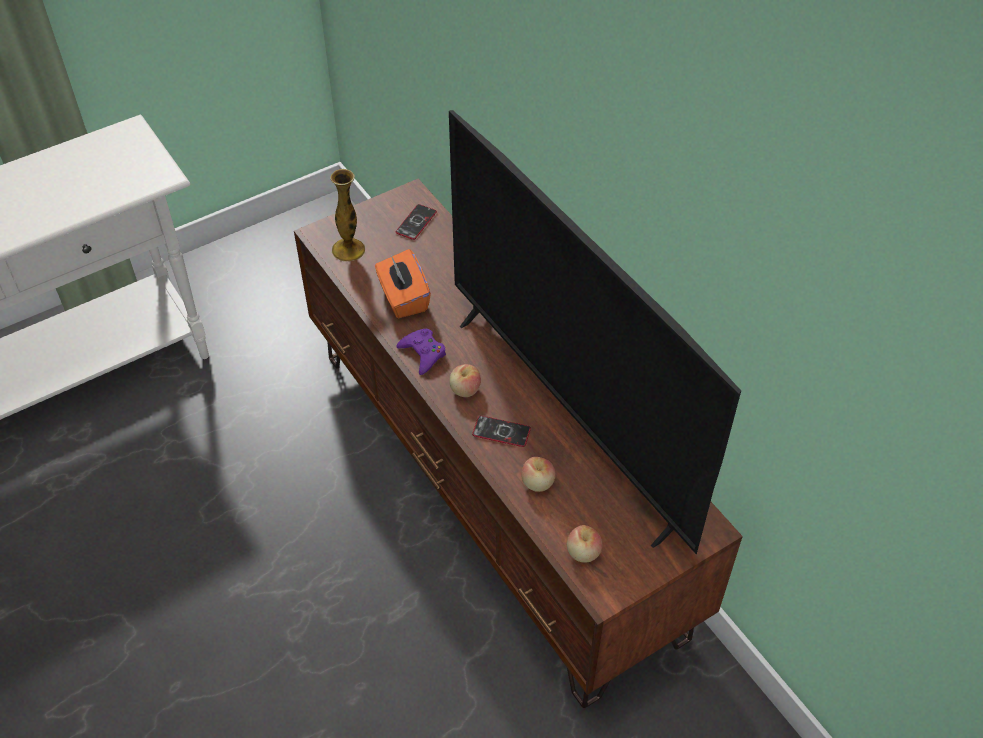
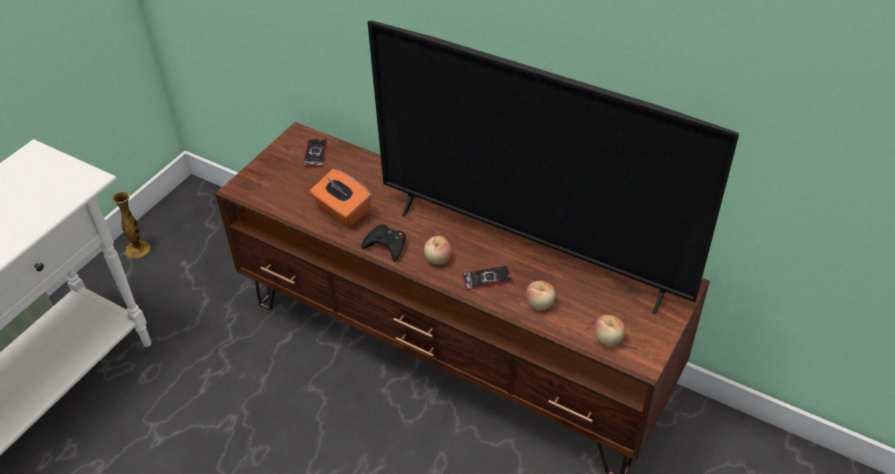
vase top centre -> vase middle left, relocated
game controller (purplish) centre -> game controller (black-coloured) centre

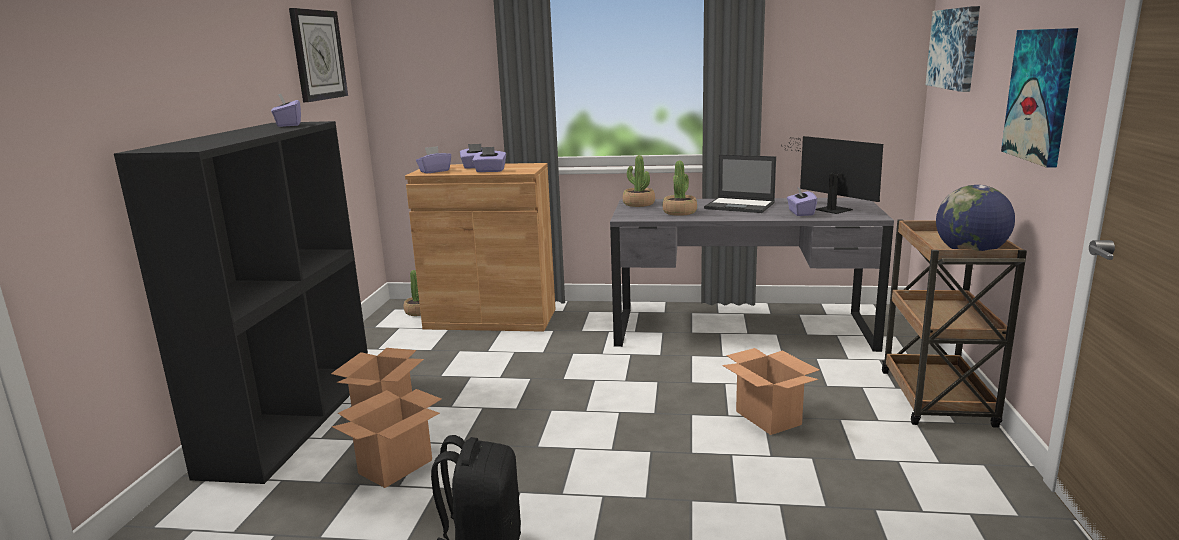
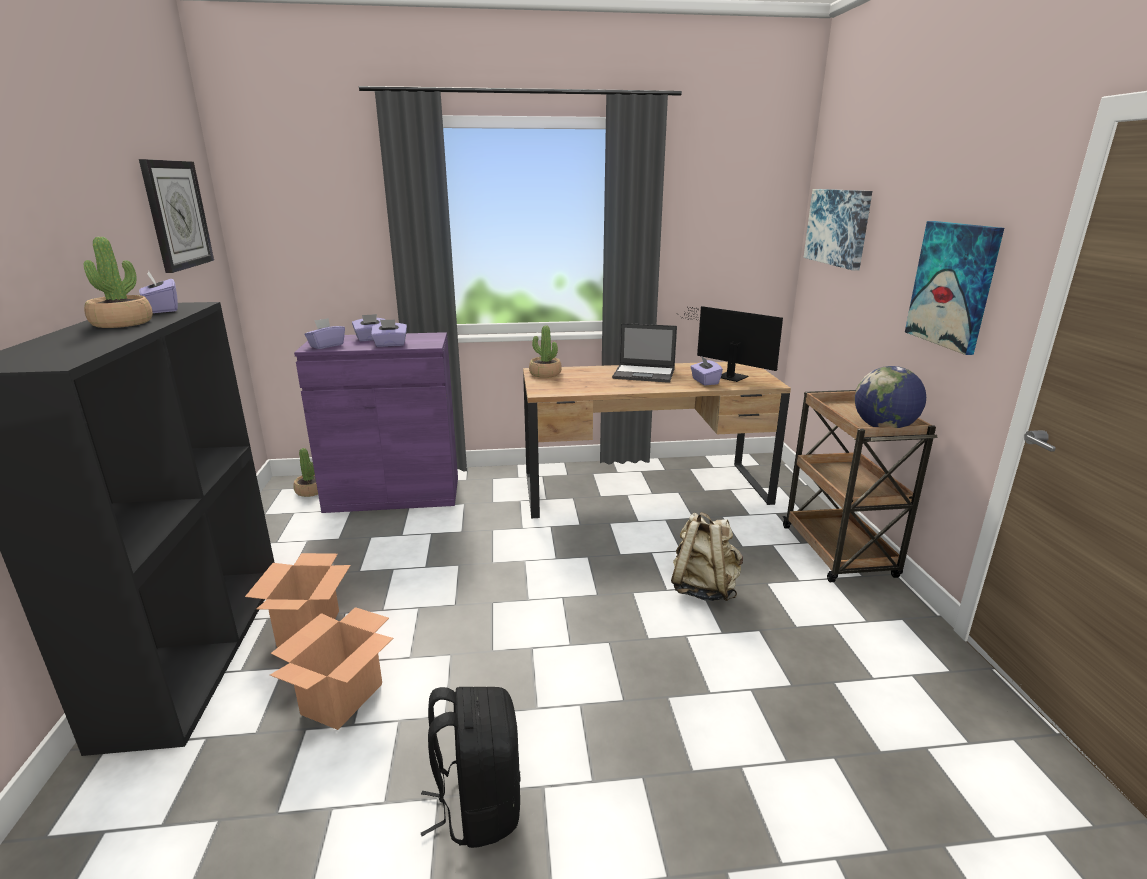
potted plant (no. 3 from left in the first image) centre -> potted plant (no. 1 from left) top left, relocated
cabinet (brown-coloured) centre -> cabinet (purplish) middle left
desk unit (gray) centre -> desk unit (brown-coloured) centre
cardboard box (no. 3 from left) bottom centre -> rucksack (beige) centre

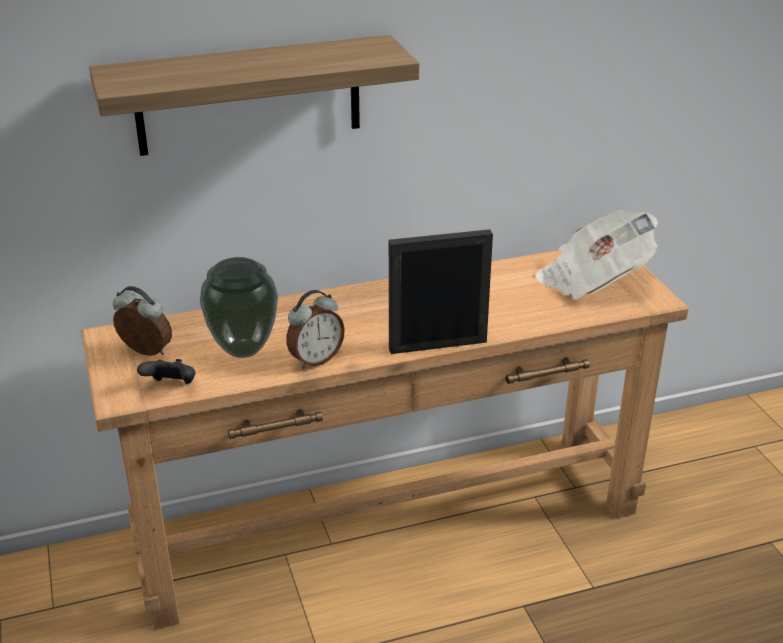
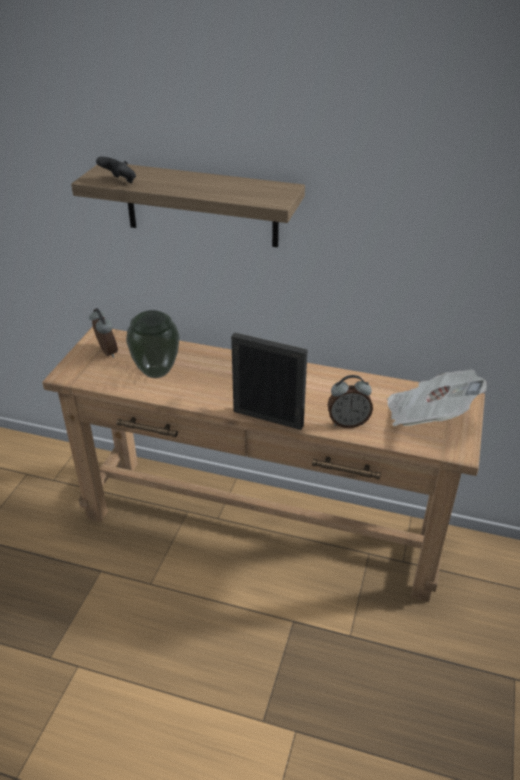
game controller (black-coloured) middle left -> game controller (black-coloured) top left, relocated
bedside clock (no. 2 from left) centre -> bedside clock (no. 2 from left) middle right, relocated

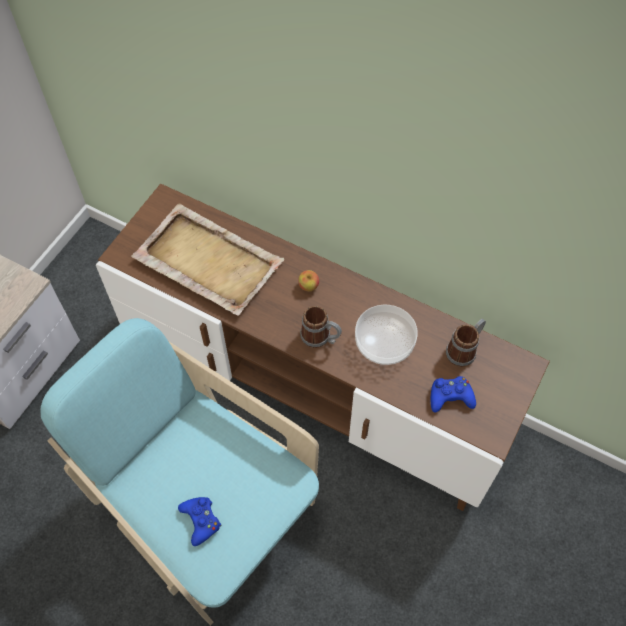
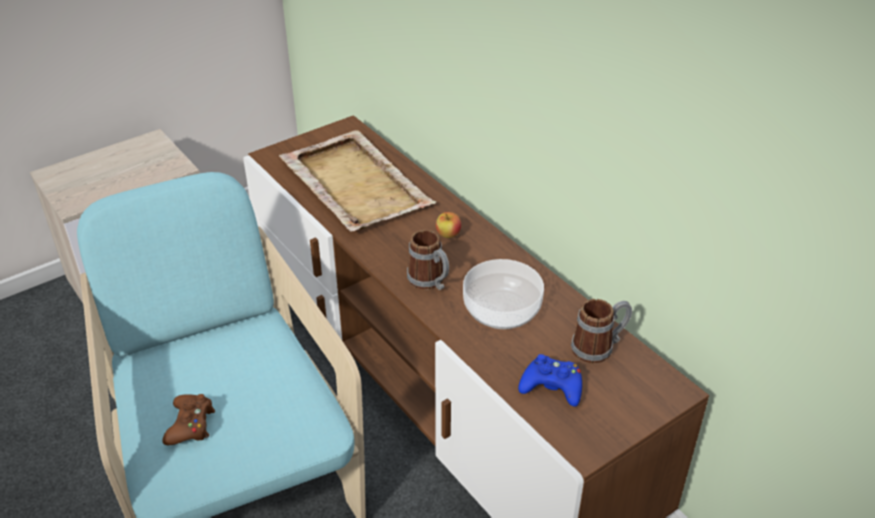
game controller (blue-coloured) (no. 1 from left) bottom left -> game controller (brown-coloured) bottom left

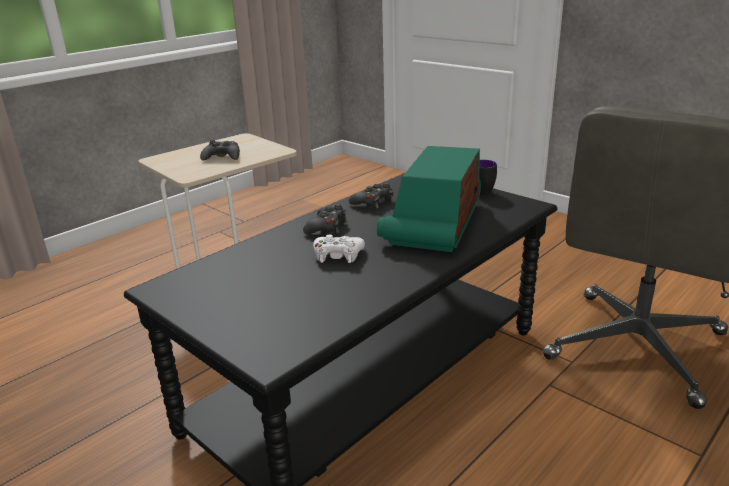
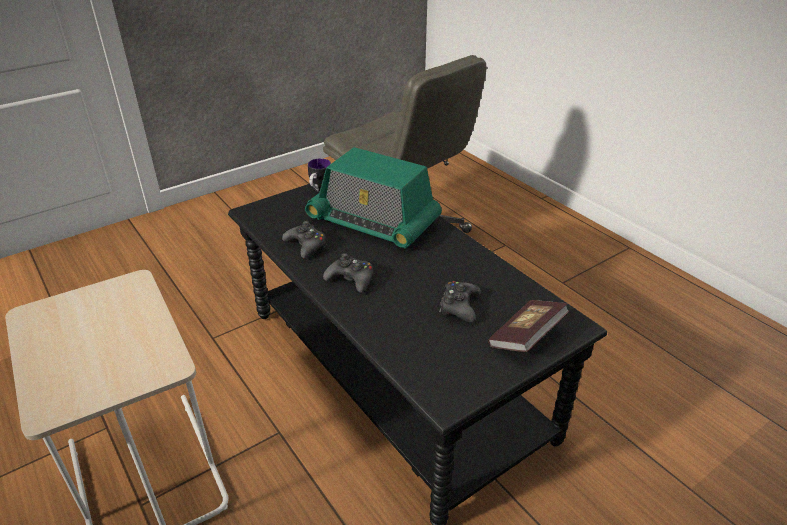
game controller (black-coloured) (no. 1 from left in the first image) top left -> game controller (black-coloured) (no. 3 from left) centre, relocated
none -> book middle right
game controller (whitish) centre -> none

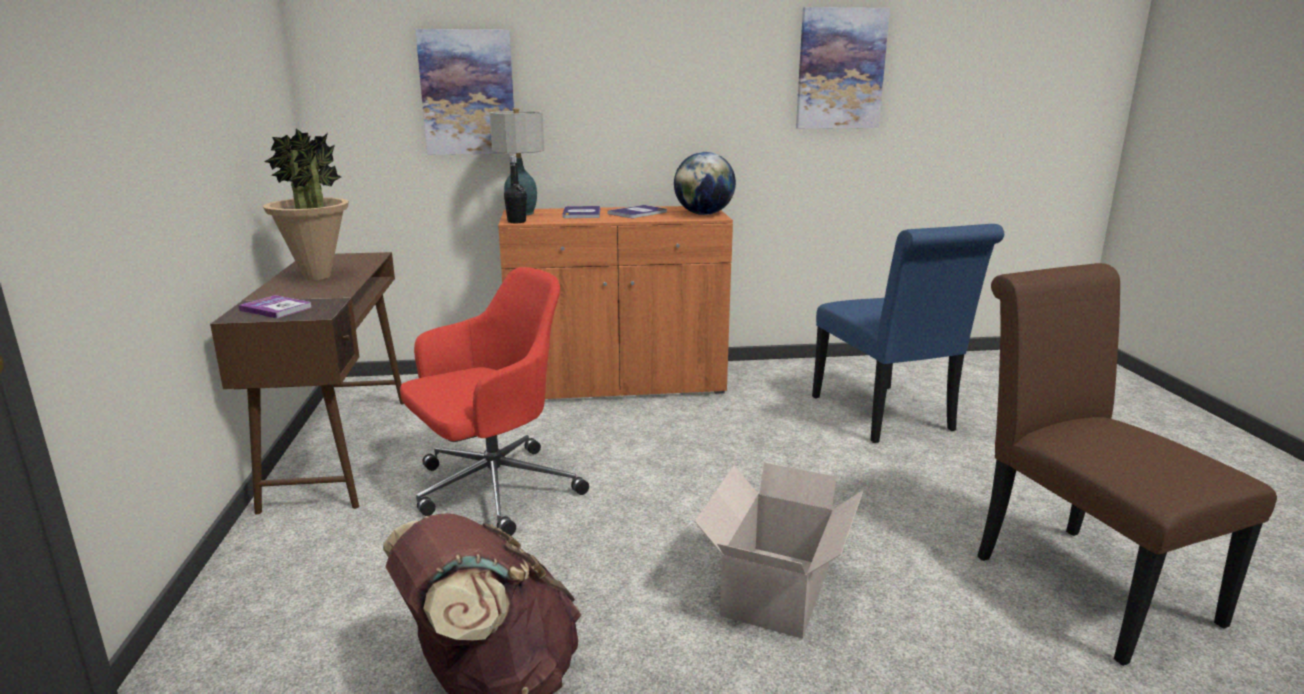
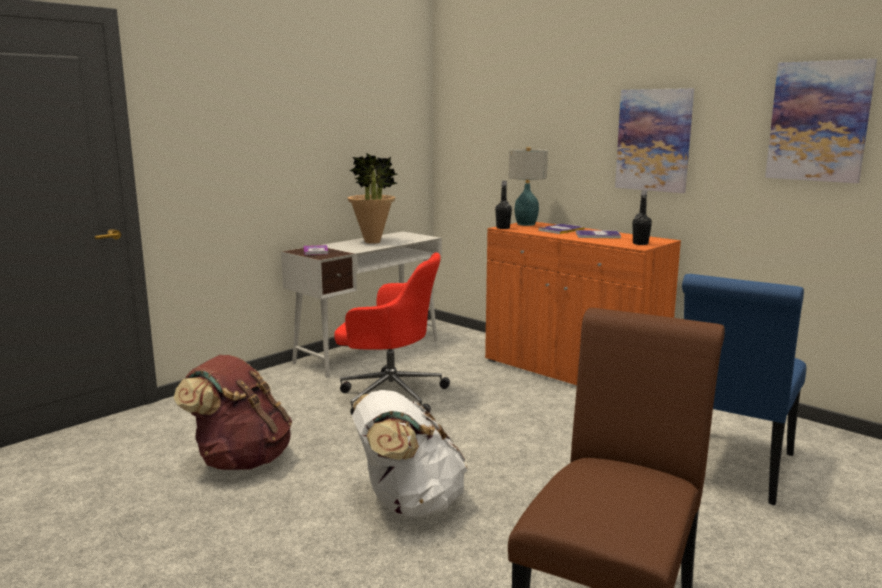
desk unit (brown-coloured) middle left -> desk unit (whitish) centre
cardboard box bottom centre -> rucksack (whitish) bottom centre
wall picture (no. 1 from left) top centre -> wall picture (no. 1 from left) top right, relocated
globe top centre -> beverage bottle (black-coloured) (no. 2 from left) middle right

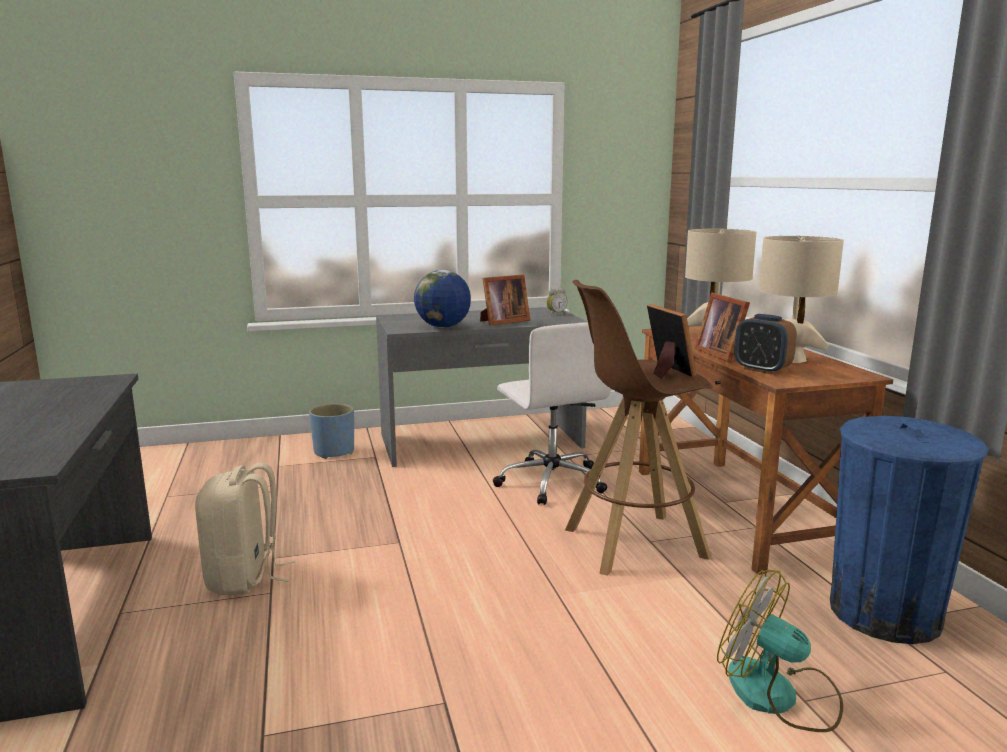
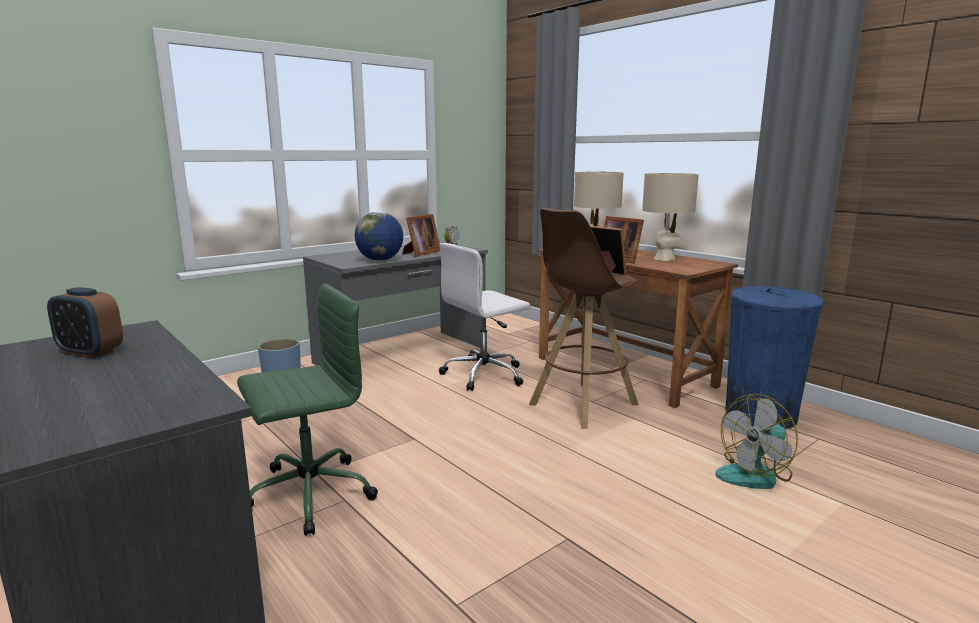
bedside clock (no. 2 from left in the first image) middle right -> bedside clock (no. 1 from left) middle left, relocated
rucksack (beige) bottom left -> desk chair (greenish) middle left
desk chair (whitish) centre, 105 degrees clockwise
fan bottom right, 45 degrees counterclockwise

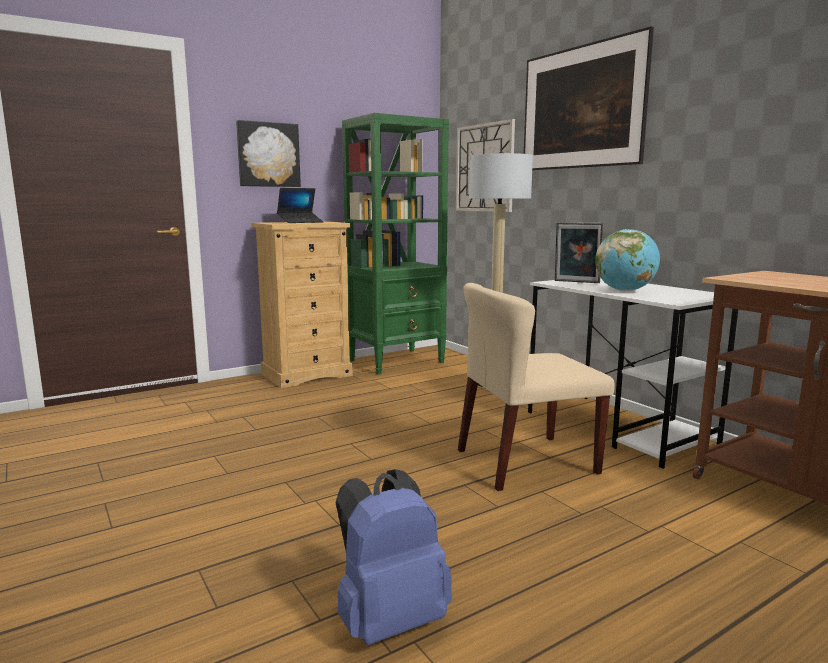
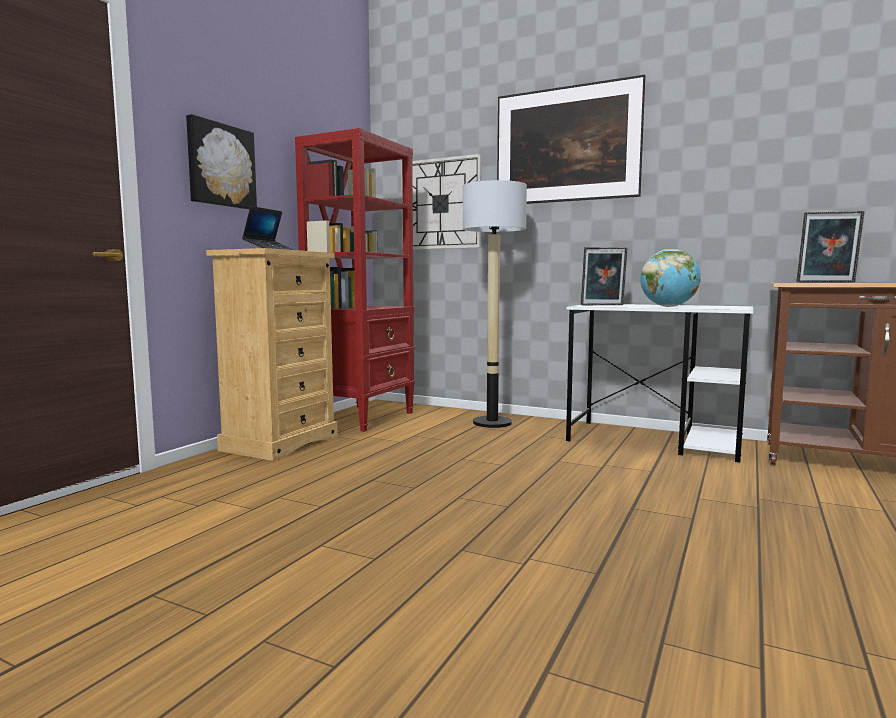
bookcase (greenish) centre -> bookcase (reddish) centre
none -> photo frame (no. 2 from left) middle right
rucksack (blue-coloured) bottom centre -> none
upright chair (beige) centre -> none

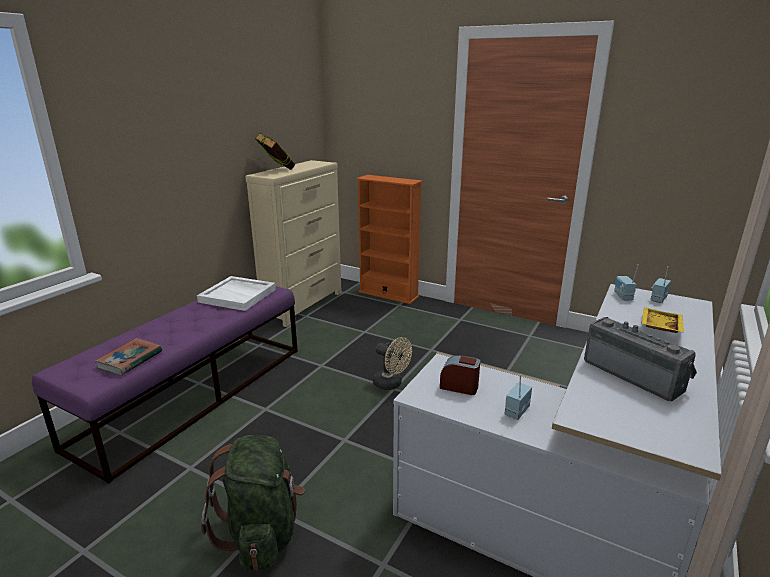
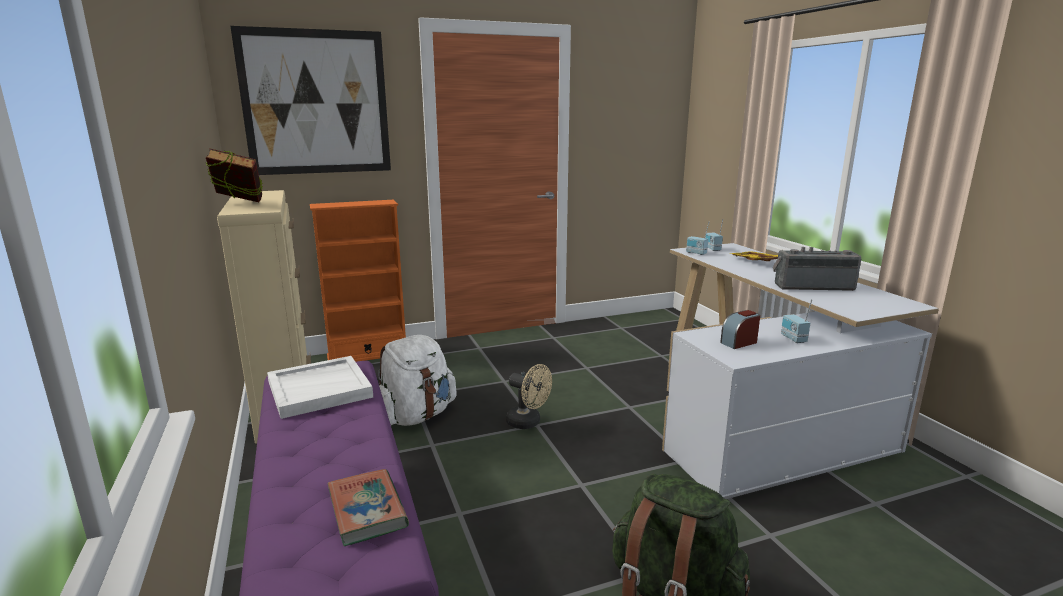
none -> wall picture top left
none -> rucksack (whitish) centre
fan (beige) centre, 45 degrees clockwise

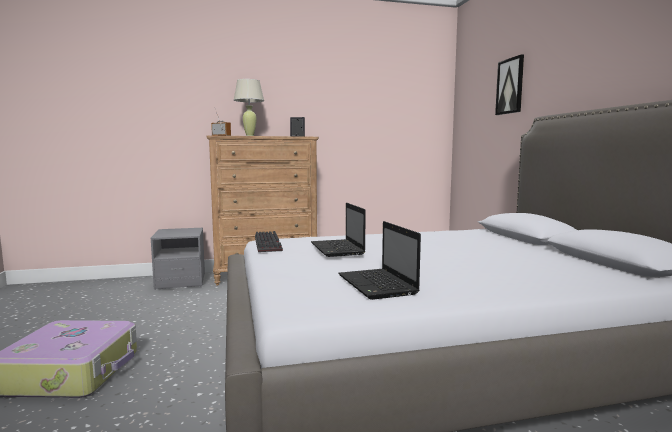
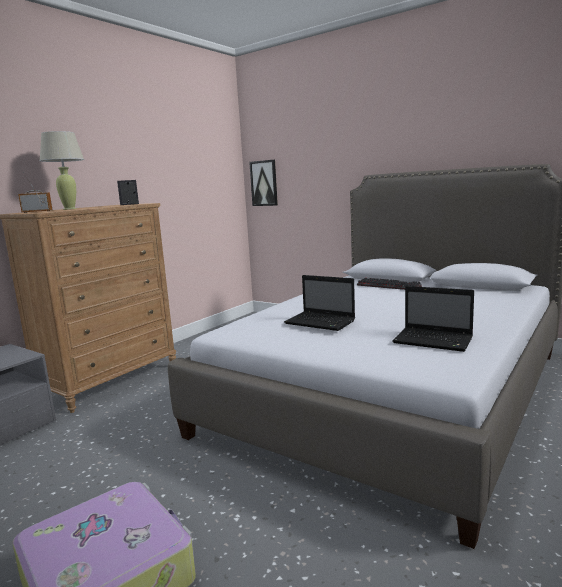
wall picture top right -> wall picture top centre, relocated
PC keyboard centre -> PC keyboard middle right, relocated

